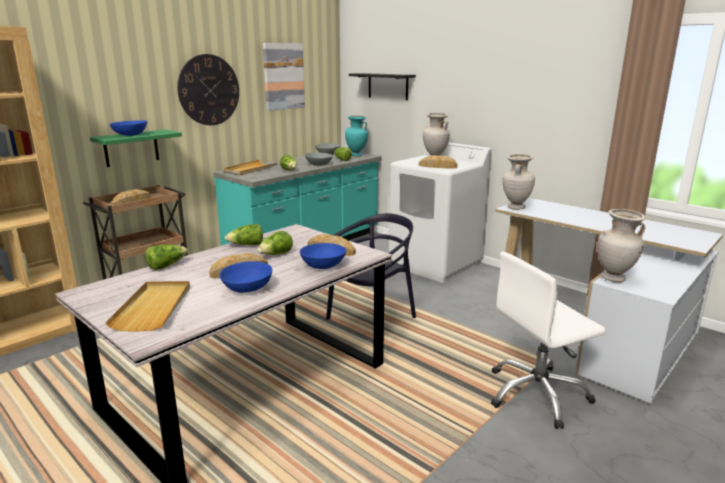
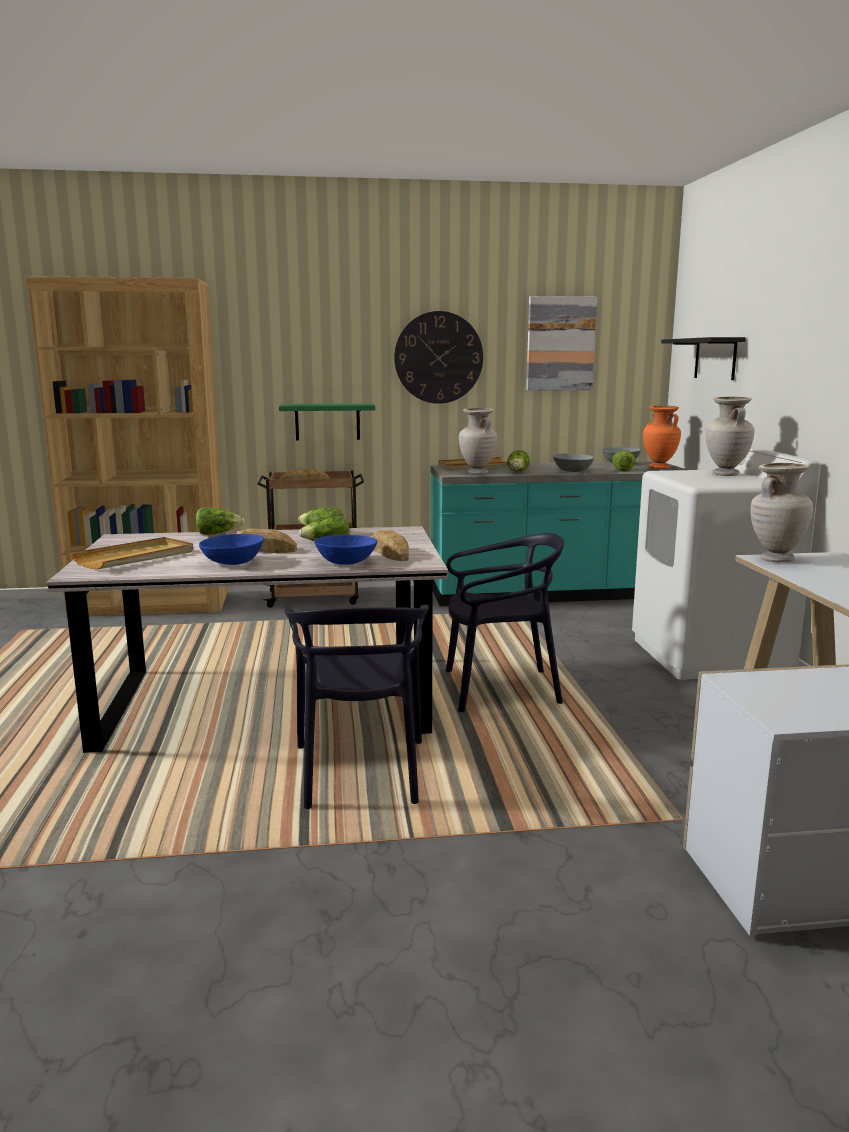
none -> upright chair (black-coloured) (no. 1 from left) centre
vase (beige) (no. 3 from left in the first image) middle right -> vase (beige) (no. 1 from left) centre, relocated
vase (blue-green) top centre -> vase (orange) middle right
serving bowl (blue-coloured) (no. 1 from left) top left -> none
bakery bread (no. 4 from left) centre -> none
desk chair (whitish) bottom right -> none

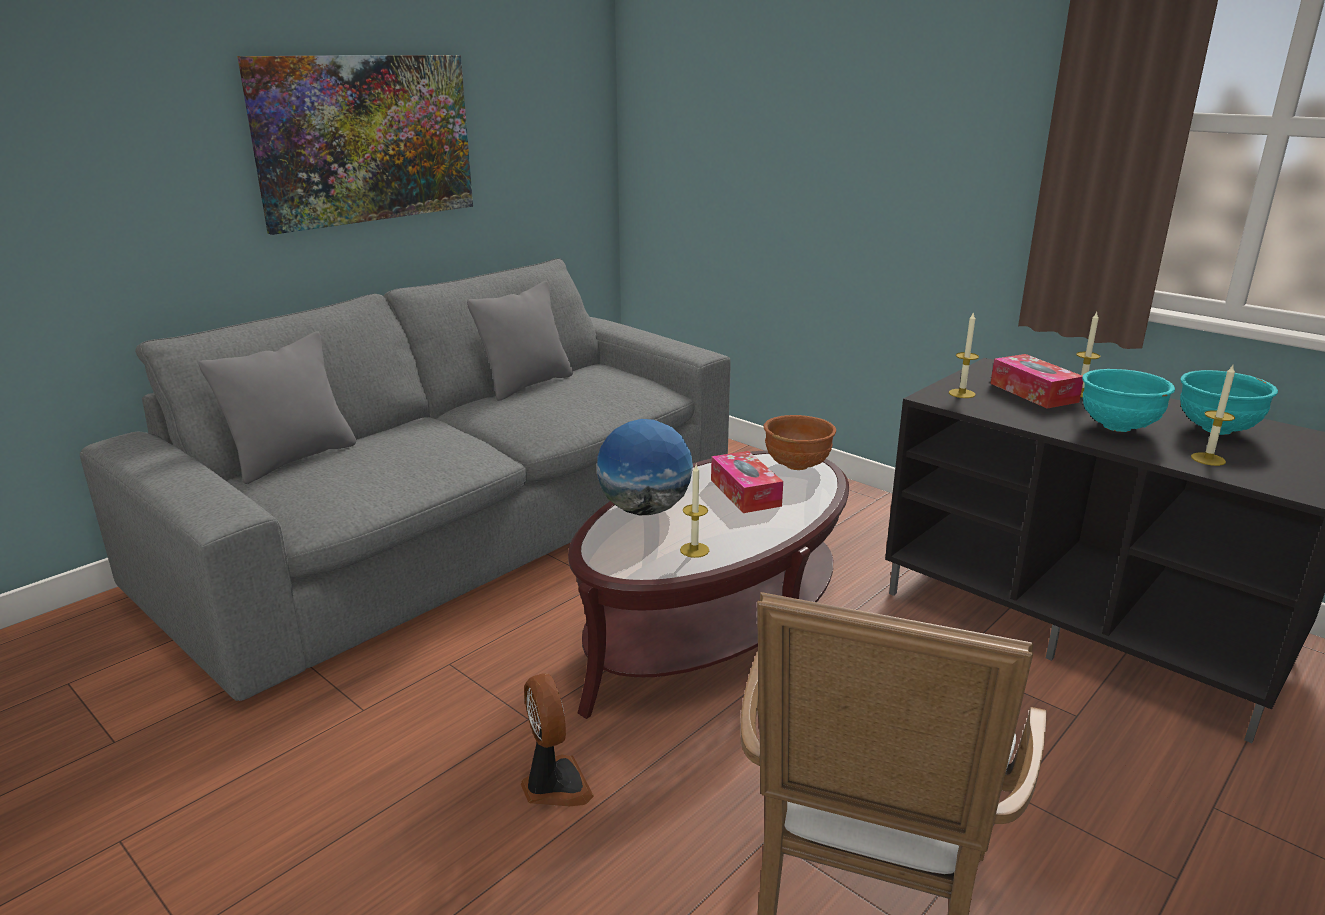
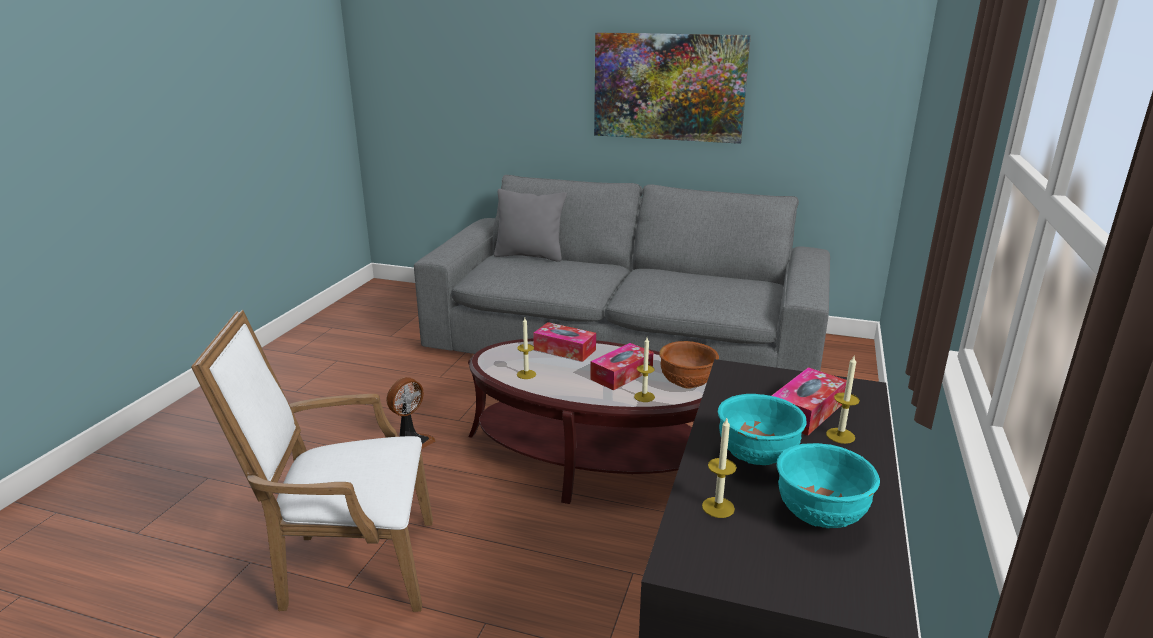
globe centre -> tissue holder (no. 1 from left) centre
candle (no. 2 from left) middle right -> candle (no. 2 from left) centre, relocated
throw pillow (gray) (no. 2 from left) centre -> none

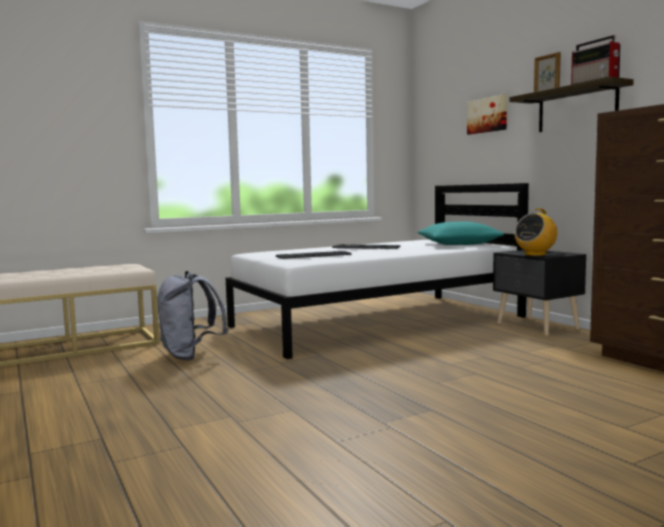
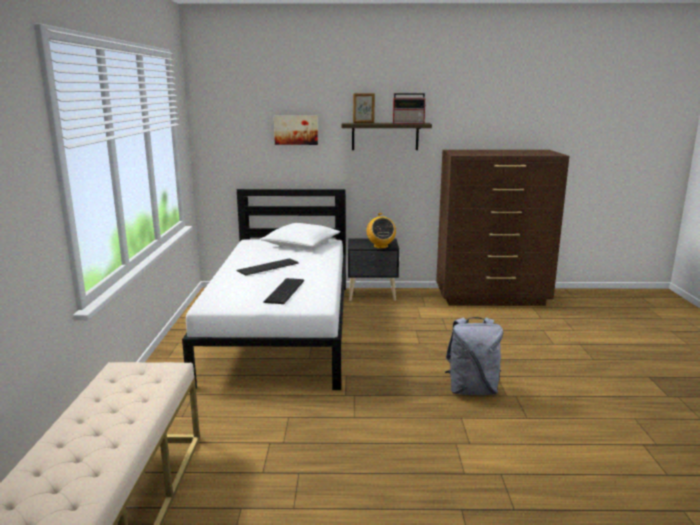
throw pillow (blue-green) middle right -> throw pillow (whitish) centre
rucksack (gray) middle left -> rucksack (gray) bottom right, relocated

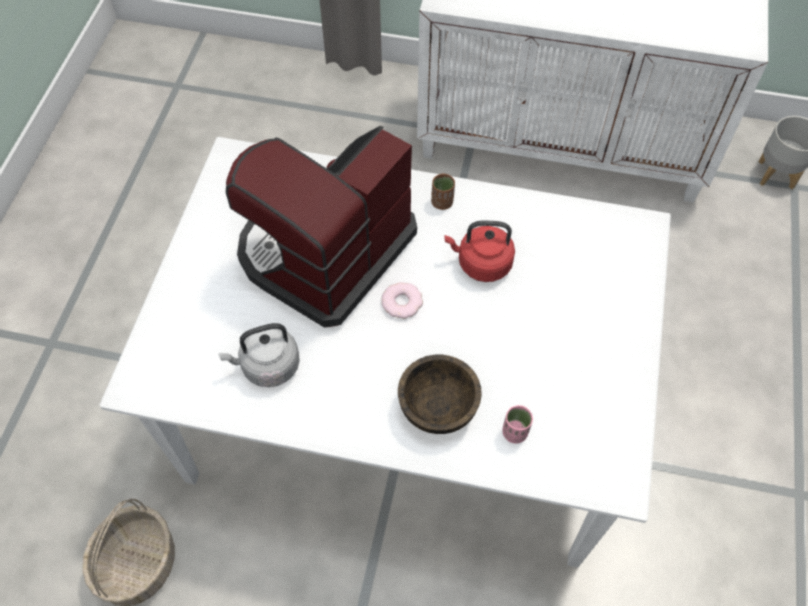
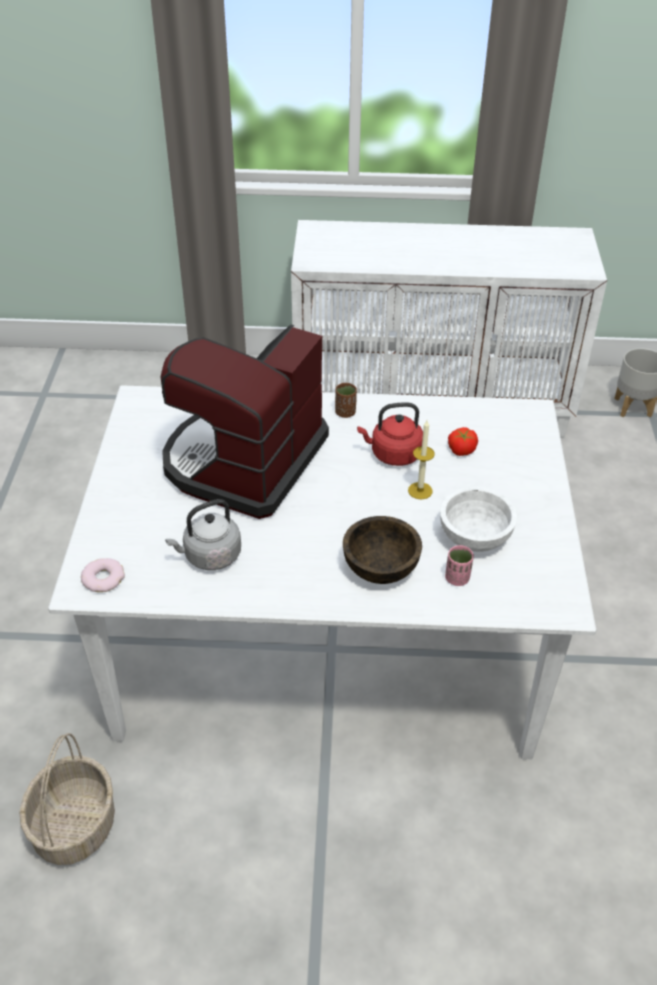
doughnut centre -> doughnut middle left, relocated
none -> candle centre
none -> serving bowl (whitish) middle right
none -> tomato middle right

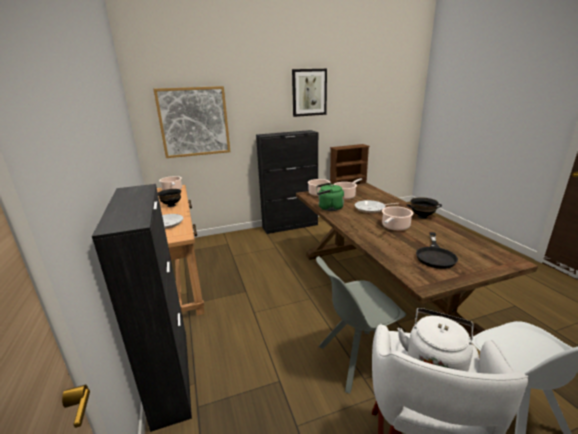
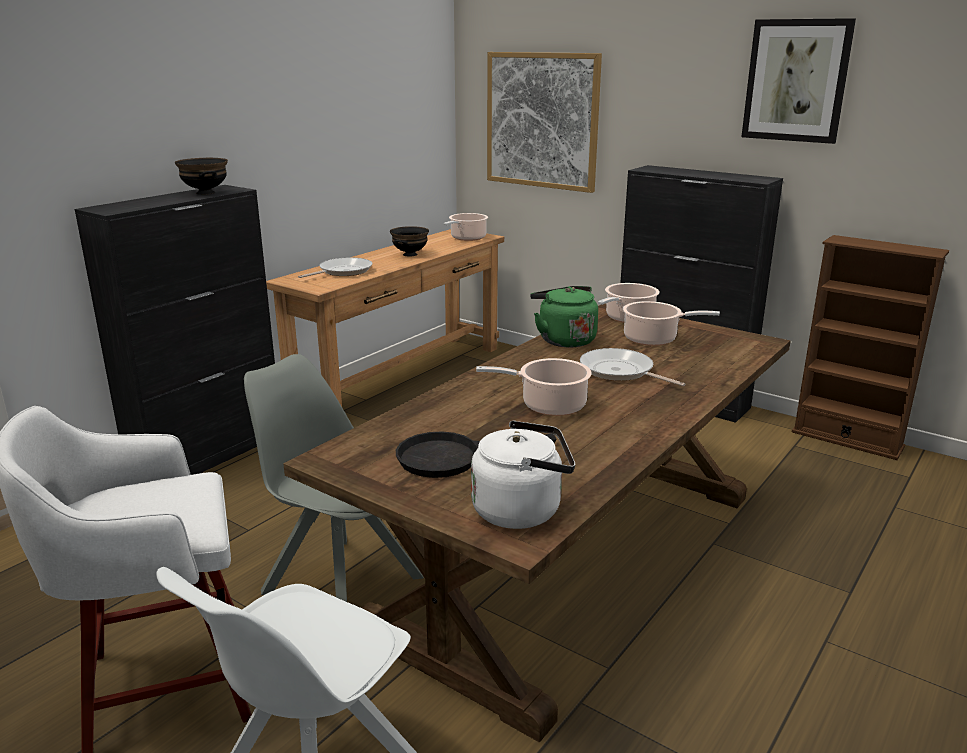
serving bowl (black-coloured) (no. 2 from left in the first image) middle right -> serving bowl (black-coloured) (no. 1 from left) top left, relocated
water kettle (whitish) bottom right -> water kettle (whitish) centre, relocated

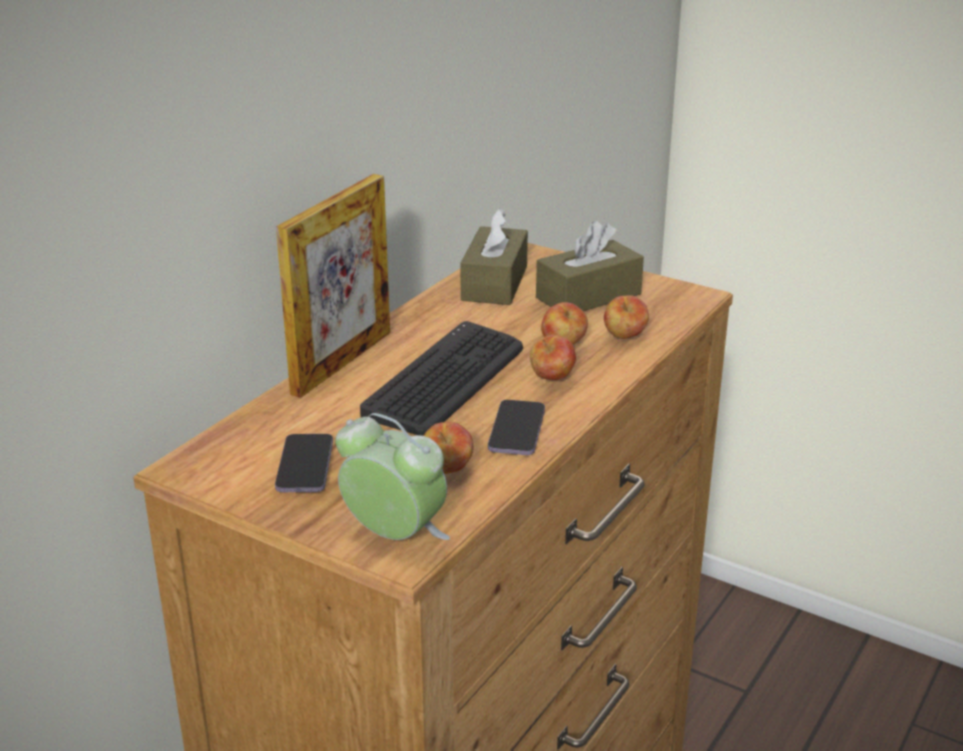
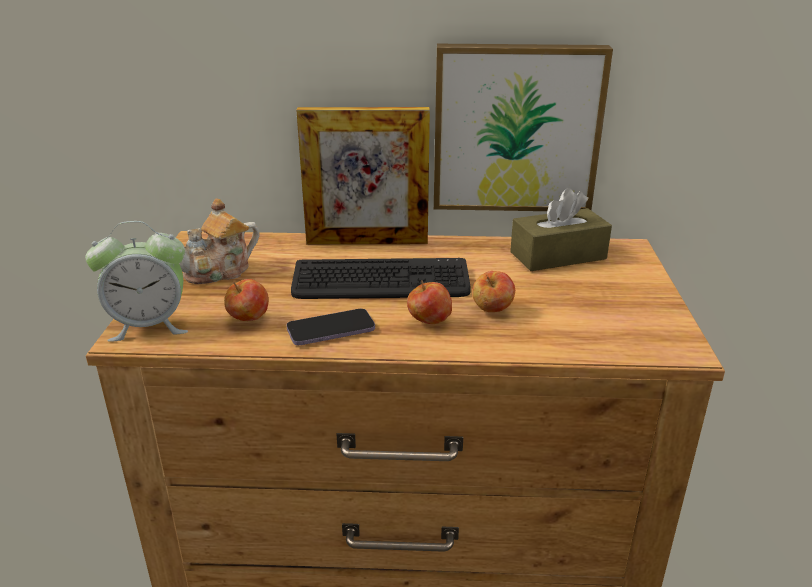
bedside clock centre -> bedside clock middle left, 75 degrees clockwise
phone (no. 1 from left) middle left -> pot for tea middle left
none -> wall picture top centre
tissue holder (brown-coloured) (no. 2 from left) centre -> none
apple (no. 4 from left) centre -> none

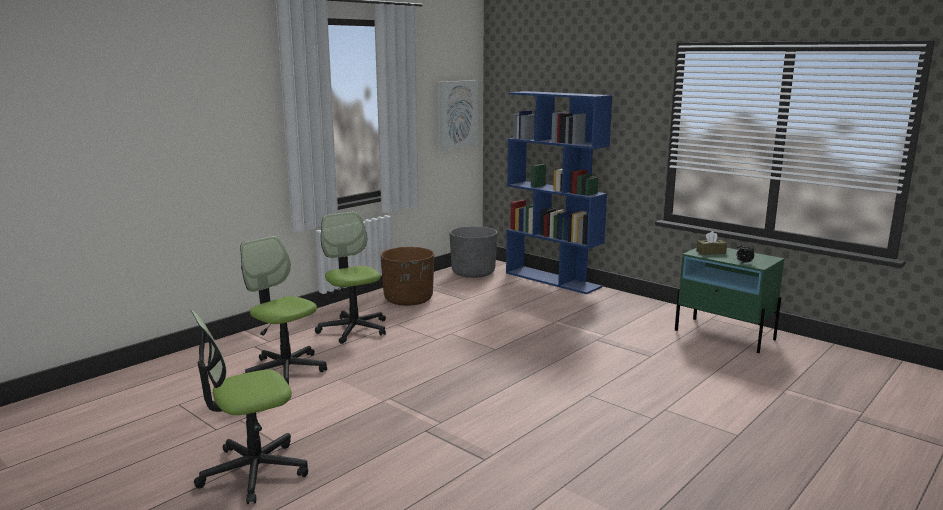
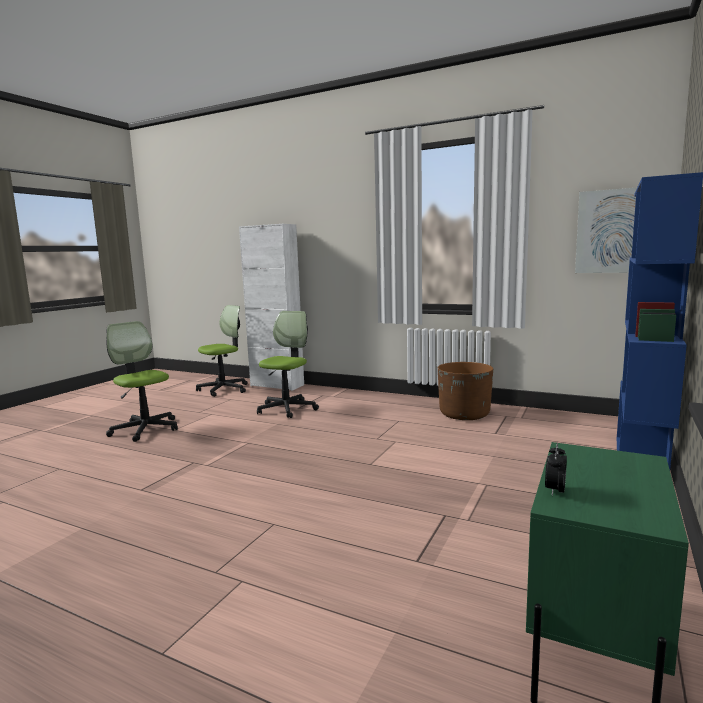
desk chair (no. 3 from left in the first image) centre -> desk chair (no. 2 from left) middle left, relocated
none -> cabinet (whitish) centre
flower pot (gray) centre -> none
tissue holder (brown-coloured) middle right -> none

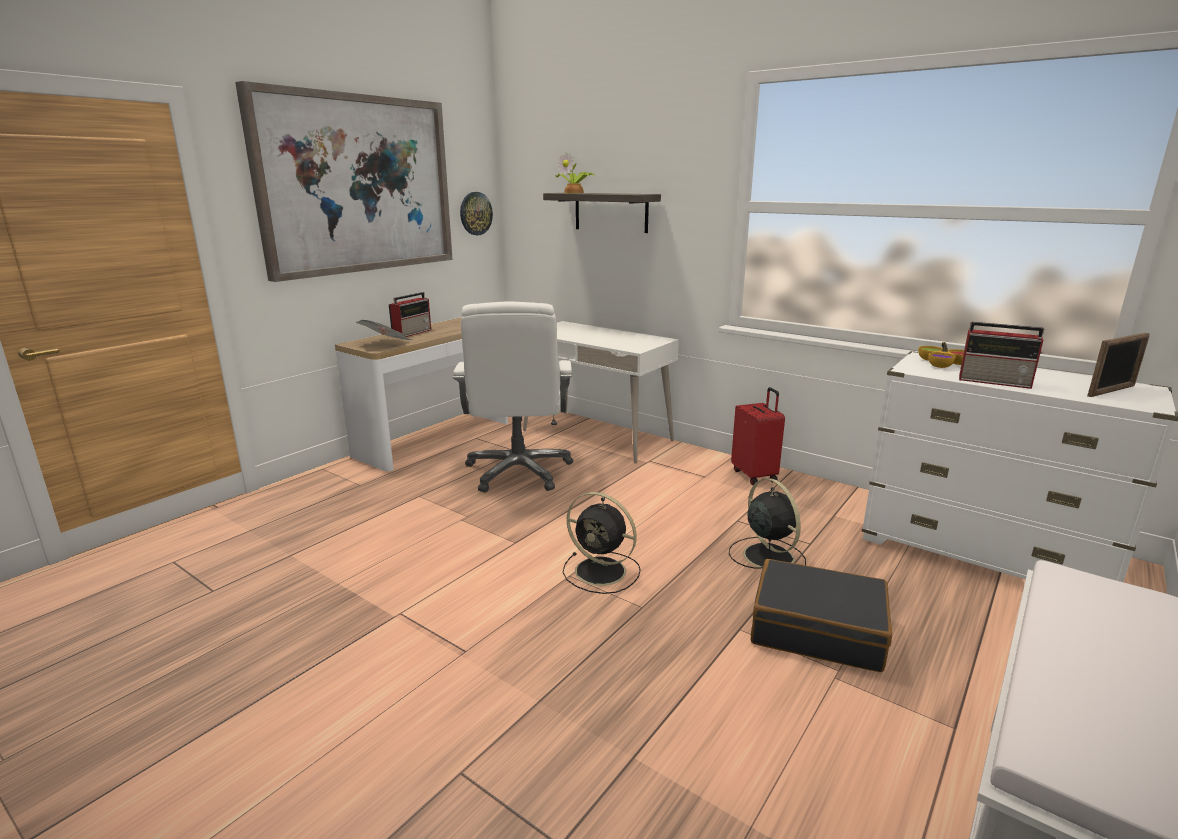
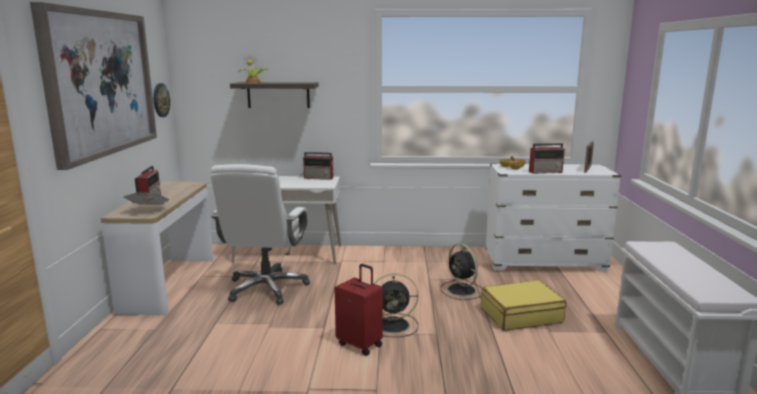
desk chair (whitish) centre, 45 degrees clockwise
none -> radio set (no. 2 from left) centre
travel case (reddish) centre -> travel case (reddish) bottom centre, relocated
fan (black-coloured) (no. 2 from left) centre -> fan (black-coloured) (no. 2 from left) bottom centre, 150 degrees counterclockwise
travel case (black-coloured) bottom right -> travel case (yellow-coloured) bottom right

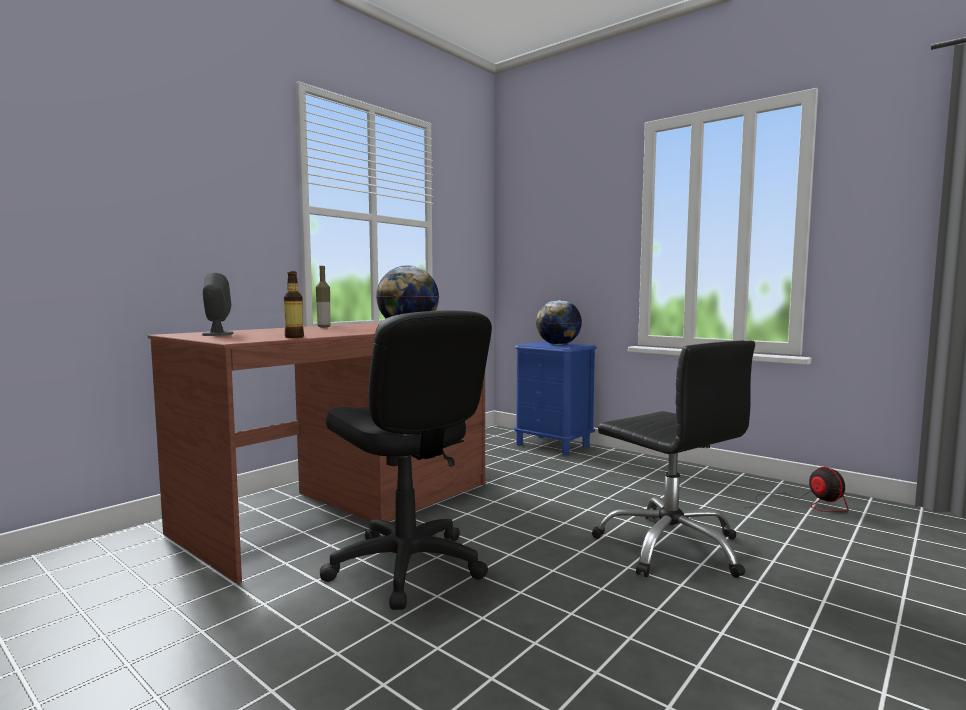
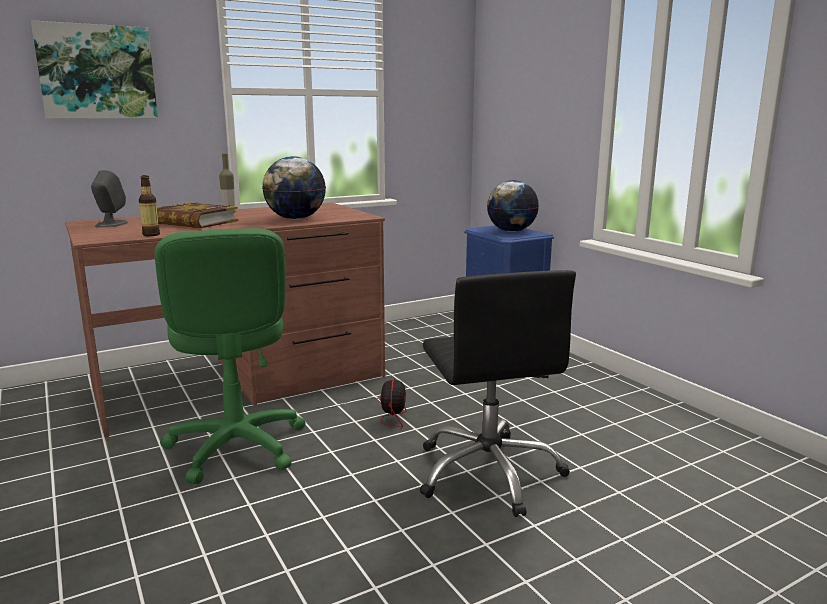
none -> wall picture top left
desk chair (black-coloured) (no. 1 from left) centre -> desk chair (greenish) middle left
none -> book middle left
fan bottom right -> fan bottom centre, relocated

